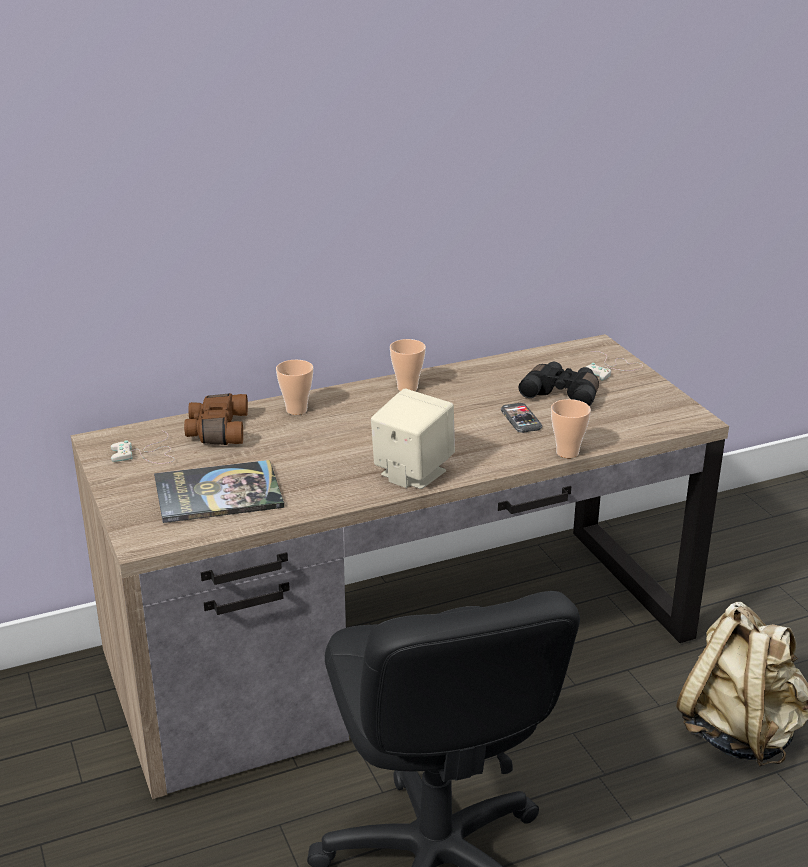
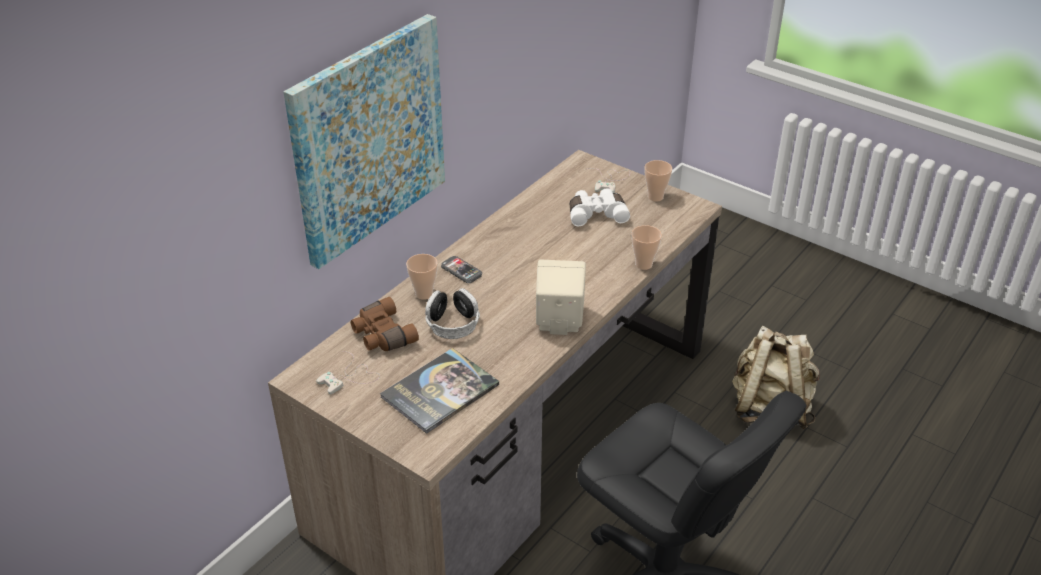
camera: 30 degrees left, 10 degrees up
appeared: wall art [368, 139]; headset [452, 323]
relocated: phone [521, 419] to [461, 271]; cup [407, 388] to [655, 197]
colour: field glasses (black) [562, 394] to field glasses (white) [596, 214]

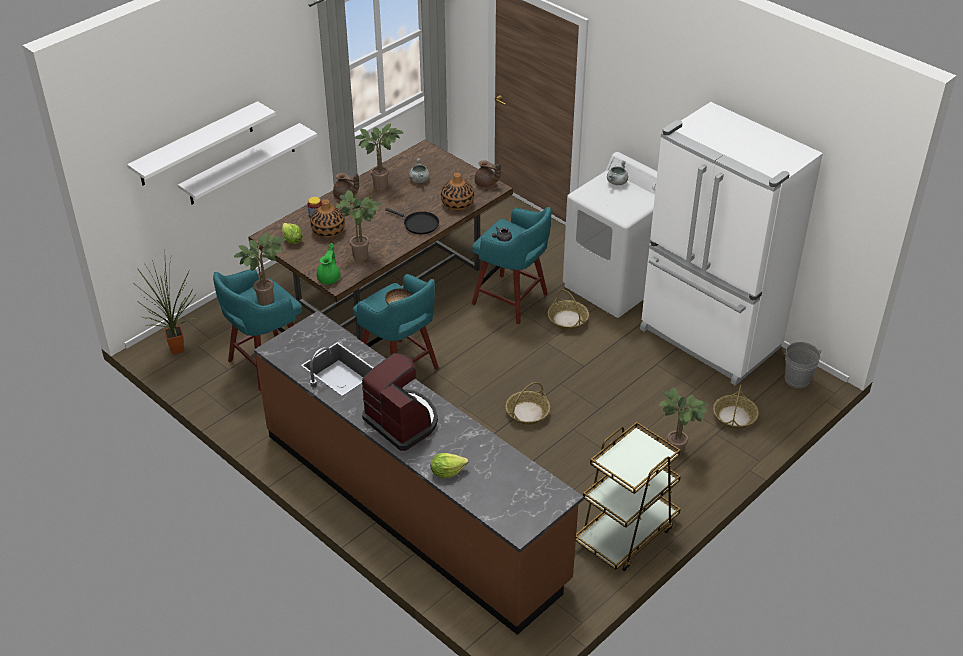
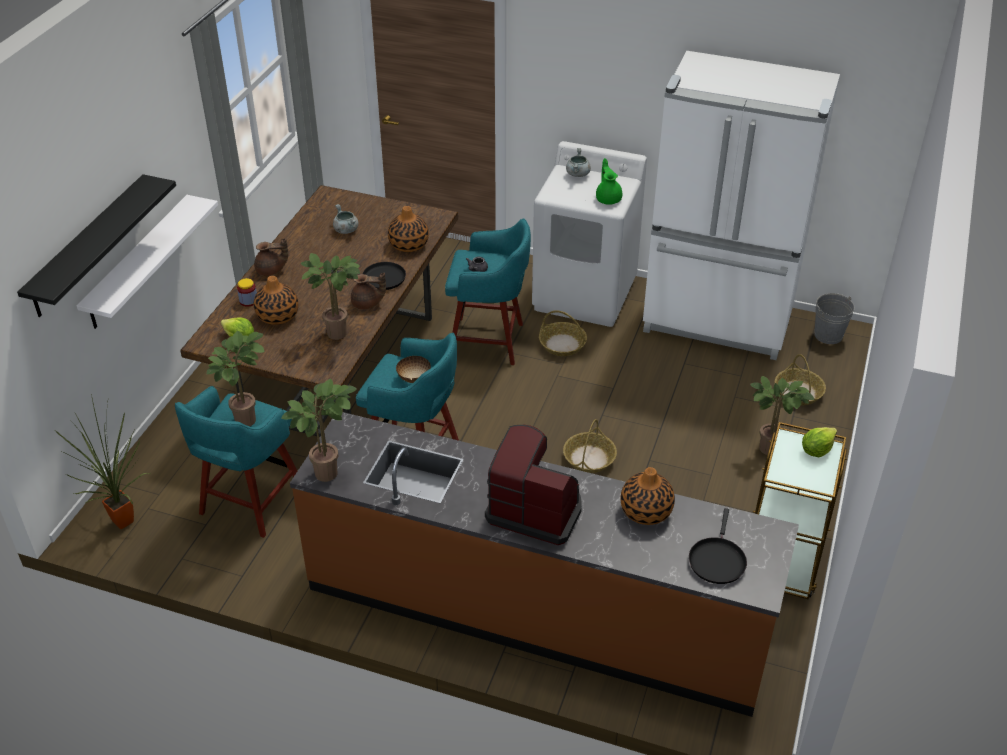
camera: 25 degrees left, 0 degrees up
appeared: vase [645, 511]; skillet (black) [717, 560]
relocated: potted plant [382, 185] to [328, 470]; teapot (brown) [486, 184] to [367, 304]; teapot (green) [329, 278] to [608, 198]; head of lettuce [447, 472] to [816, 450]
colour: bracket shelf (white) [196, 144] to bracket shelf (black) [88, 246]

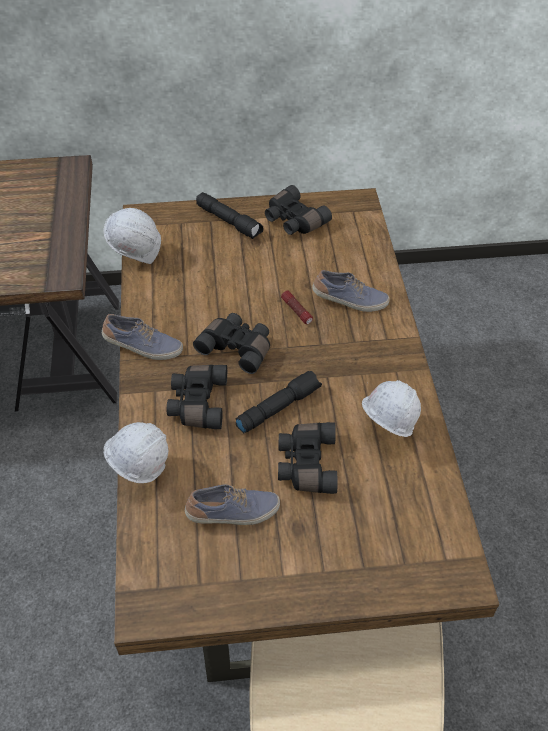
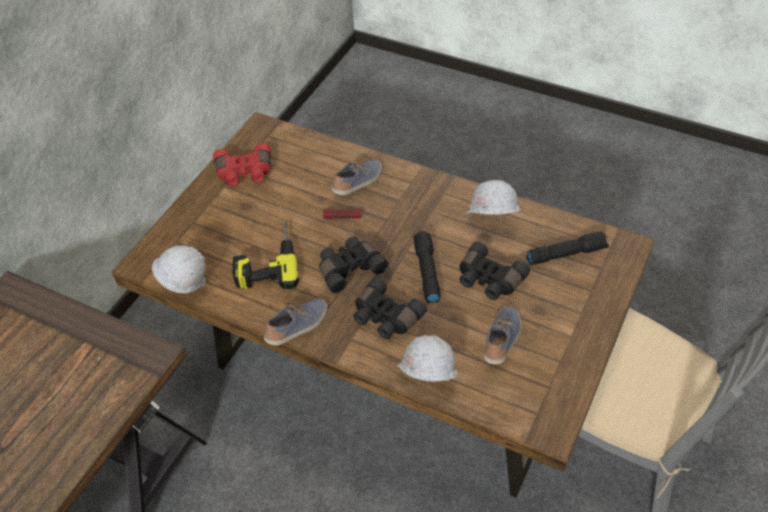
camera: 55 degrees left, 0 degrees up
appeared: power drill [266, 260]
relocated: torch (black) [229, 221] to [566, 253]
colour: field glasses (black) [293, 221] to field glasses (red-coloured) [244, 173]

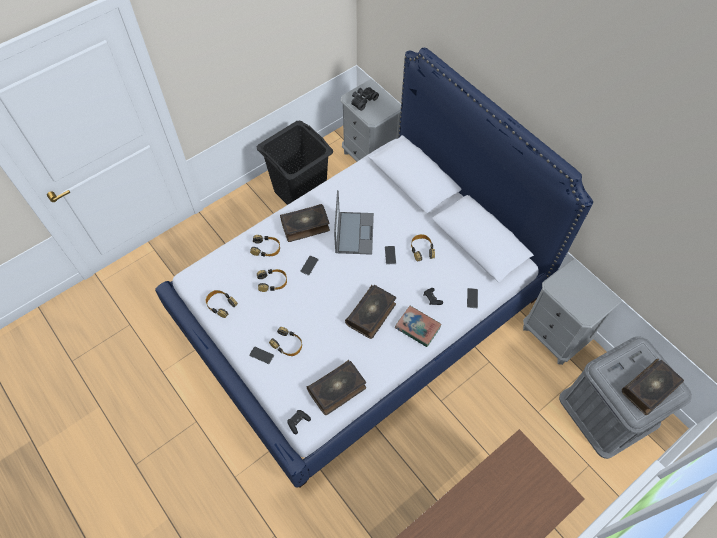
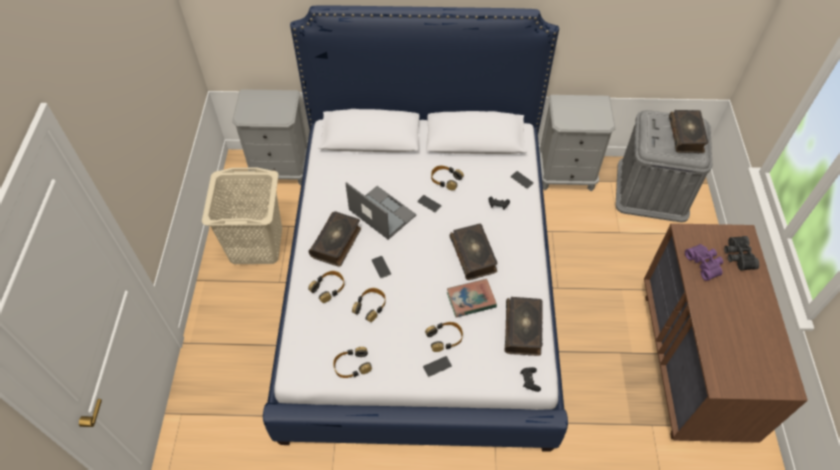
camera: 50 degrees left, 5 degrees down
appeared: field glasses (purple) [704, 264]
relocated: book [417, 327] to [471, 300]; field glasses (black) [363, 100] to [737, 256]
colour: laundry basket (black) [299, 192] to laundry basket (beige-coloured) [256, 245]

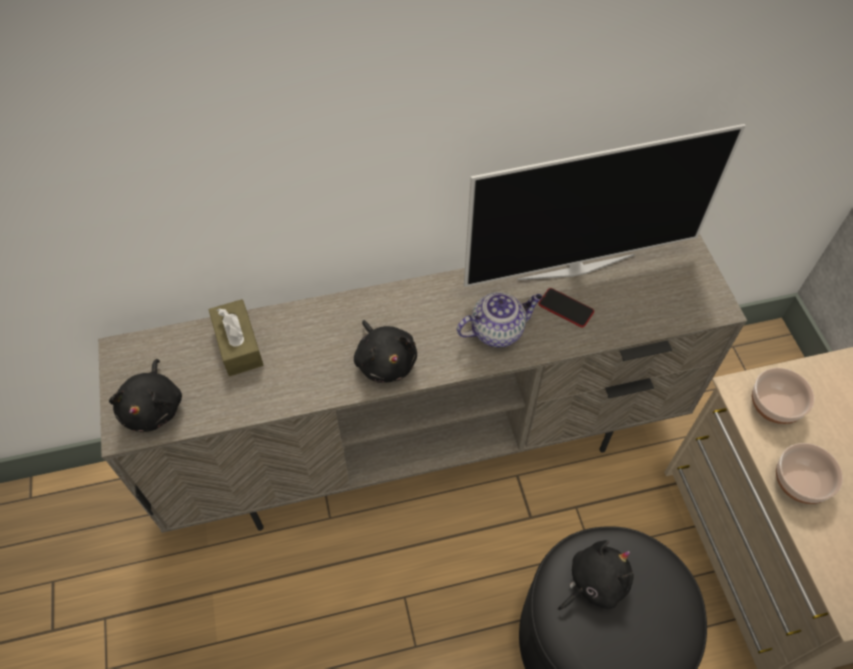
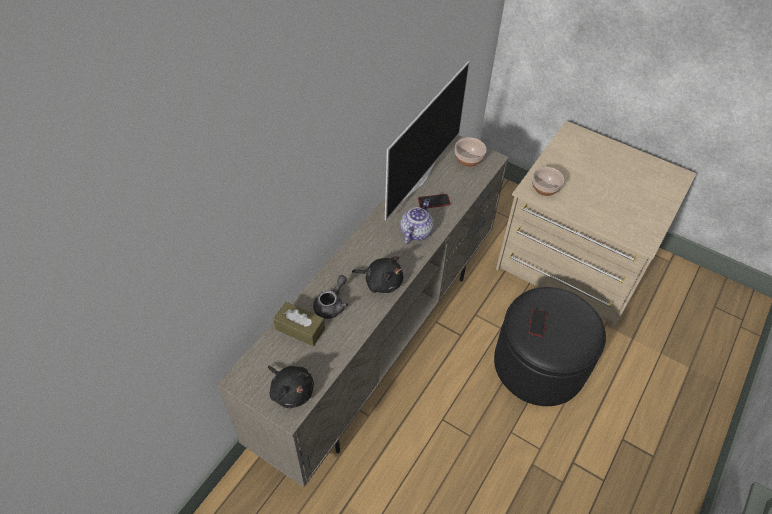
camera: 45 degrees left, 5 degrees down
appeared: teapot (grey) [332, 304]
relocated: bowl [800, 483] to [469, 159]
exchanged: soft toy (black) [594, 583] to phone [537, 323]

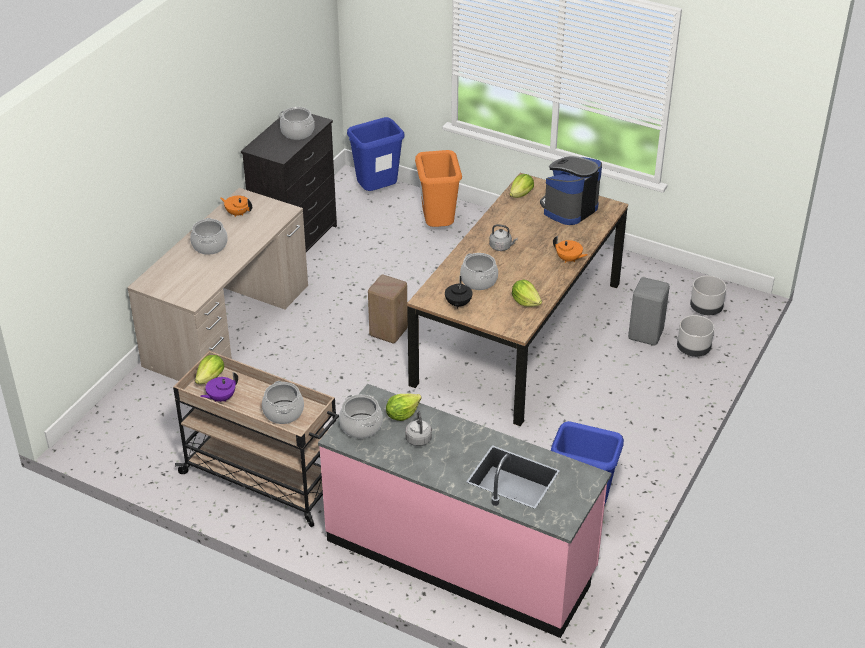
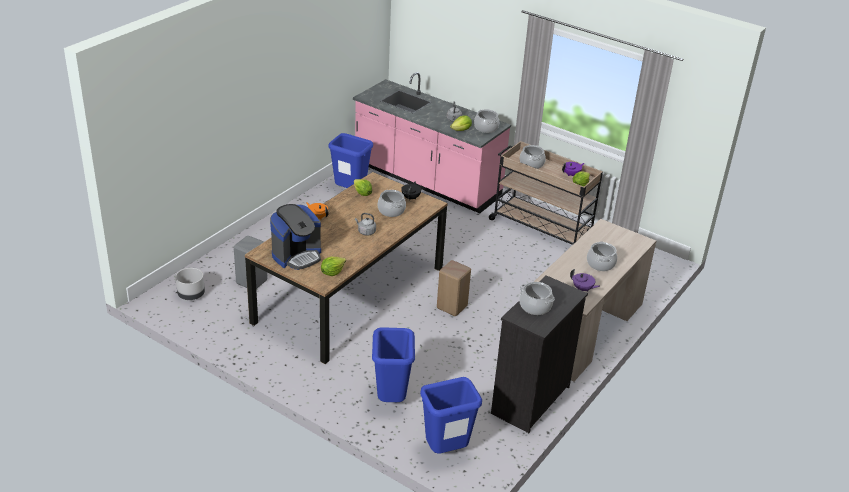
camera: 175 degrees left, 5 degrees down
missing: flower pot (grey) [693, 349]
colour: trash can (orangey) [438, 227] to trash can (blue) [391, 400]; teapot (orangey) [237, 213] to teapot (purple) [582, 289]

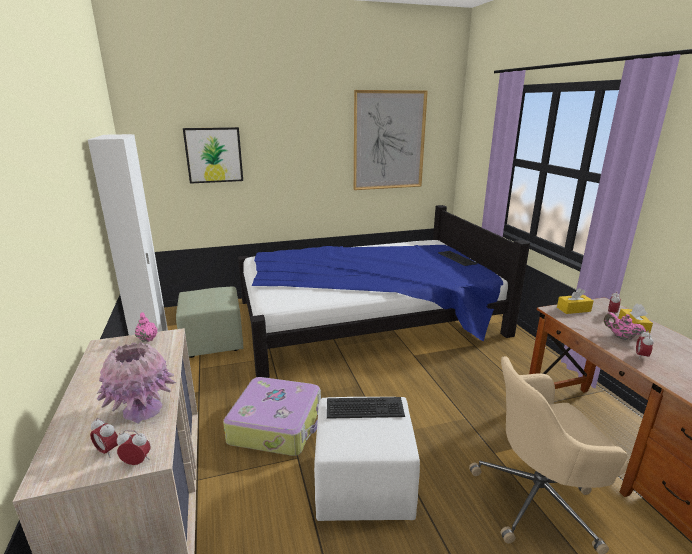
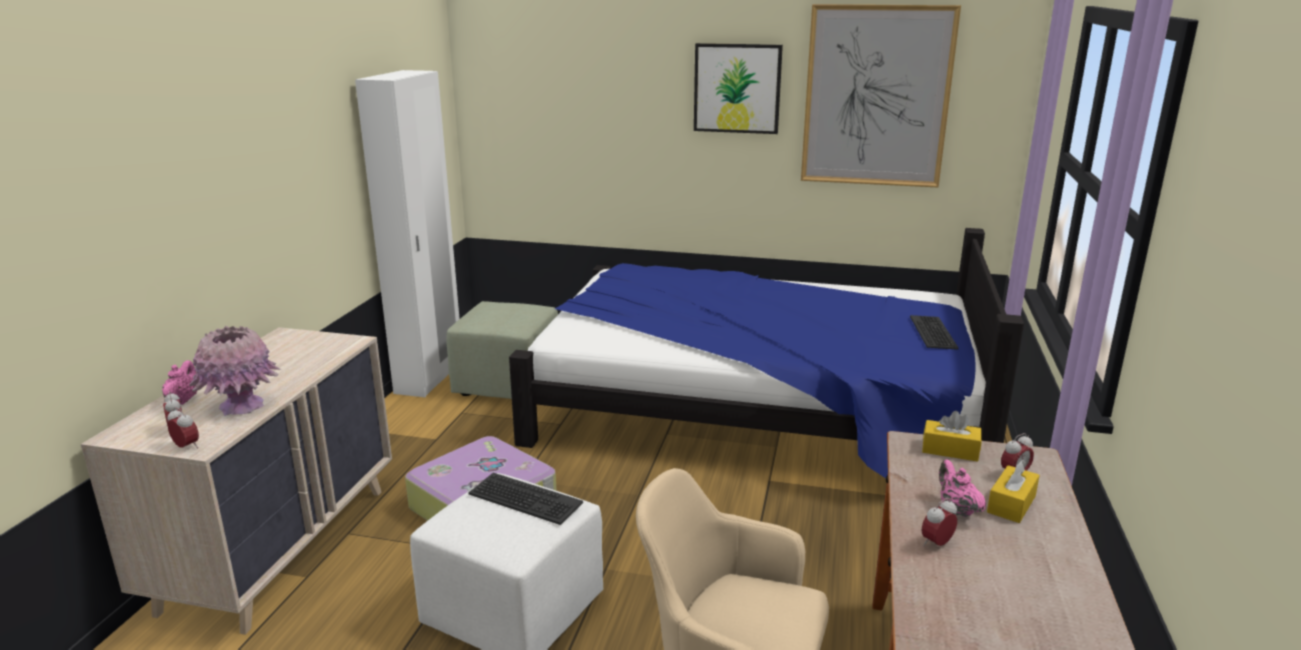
camera: 30 degrees right, 0 degrees up
relocated: teapot (pink-coloured) [147, 338] to [183, 400]; wall art [214, 155] to [737, 88]

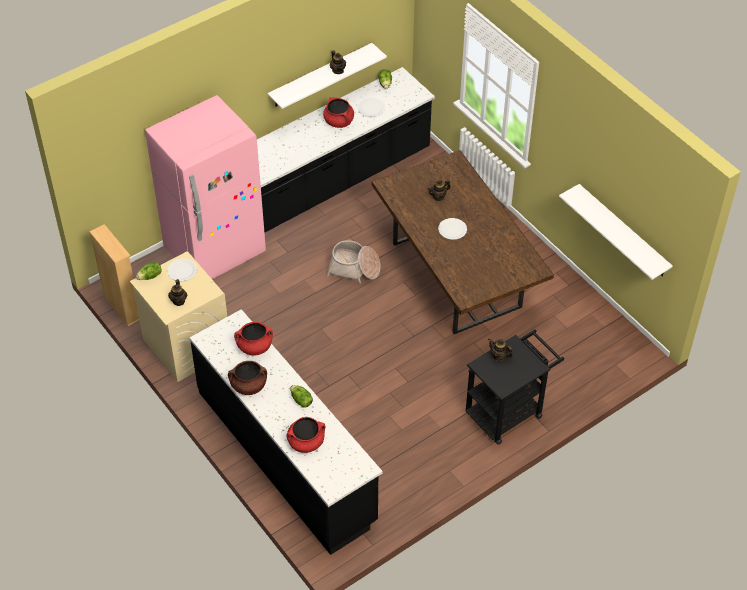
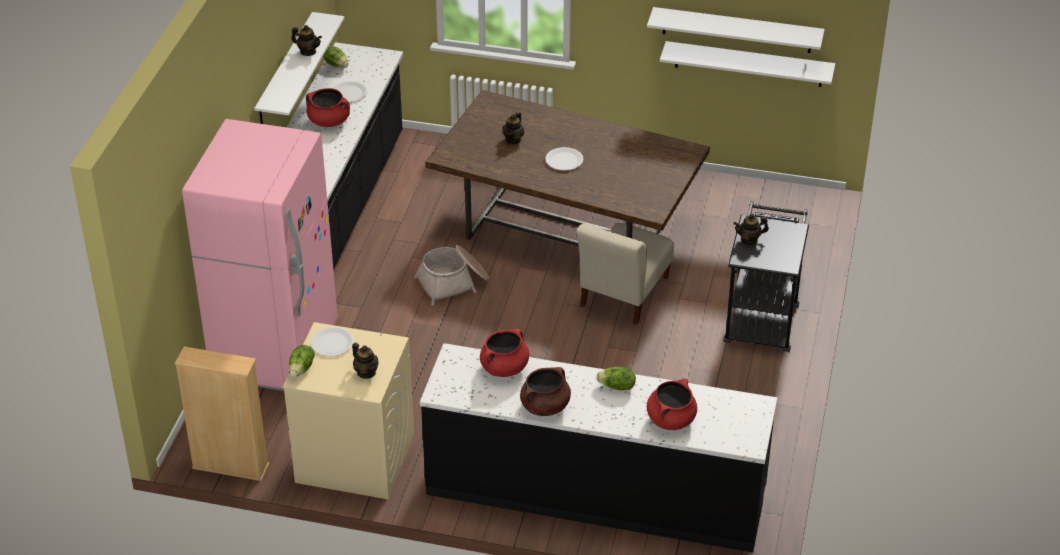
camera: 40 degrees left, 10 degrees down
appeared: chair (beige-coloured) [622, 294]; bracket shelf (white) [737, 30]

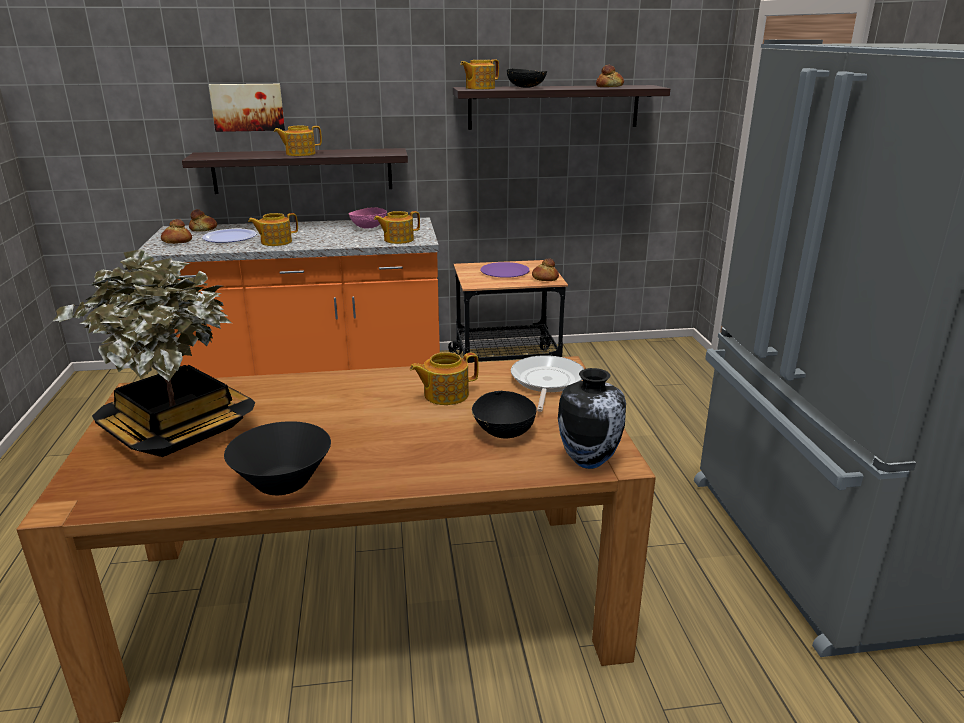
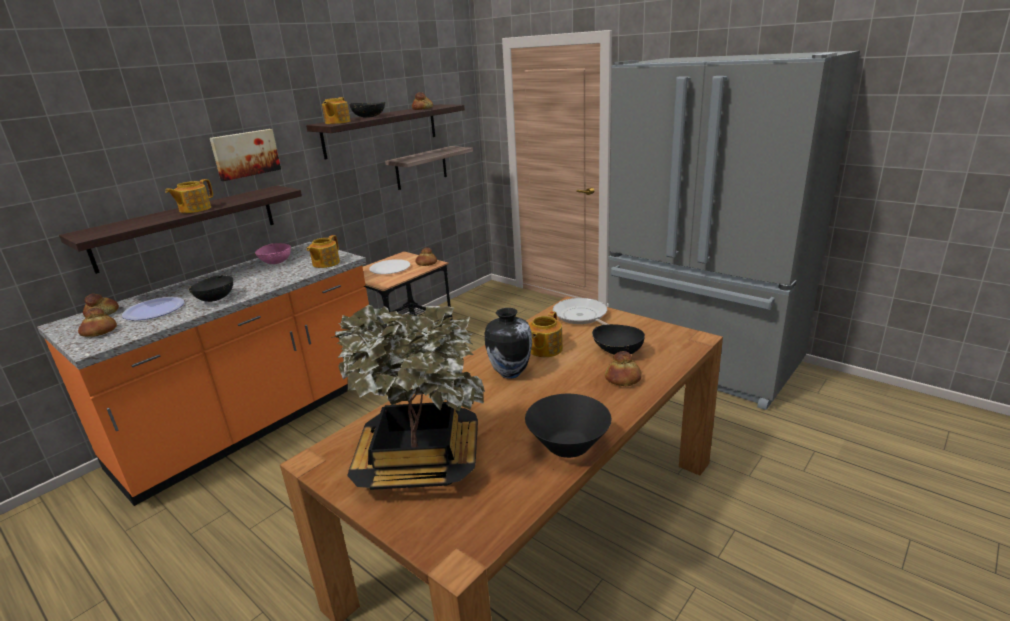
camera: 40 degrees left, 0 degrees up
appeared: bracket shelf [421, 168]; bread [622, 379]
relocated: wall art [248, 107] to [245, 154]; vase [589, 461] to [510, 373]
exchanged: teapot [275, 242] to bowl (black) [215, 298]
colour: dinner plate (purple) [505, 272] to dinner plate (white) [390, 268]

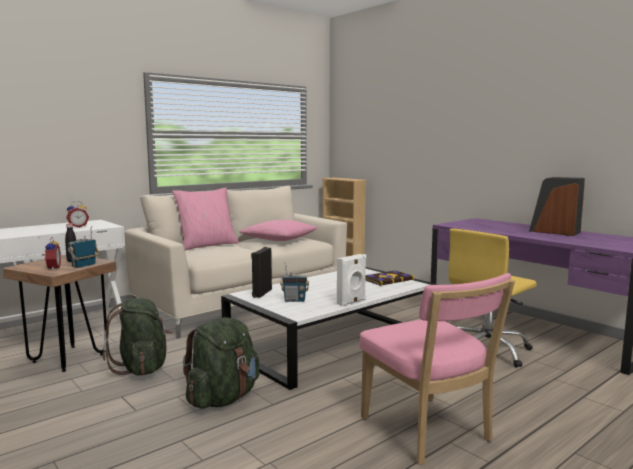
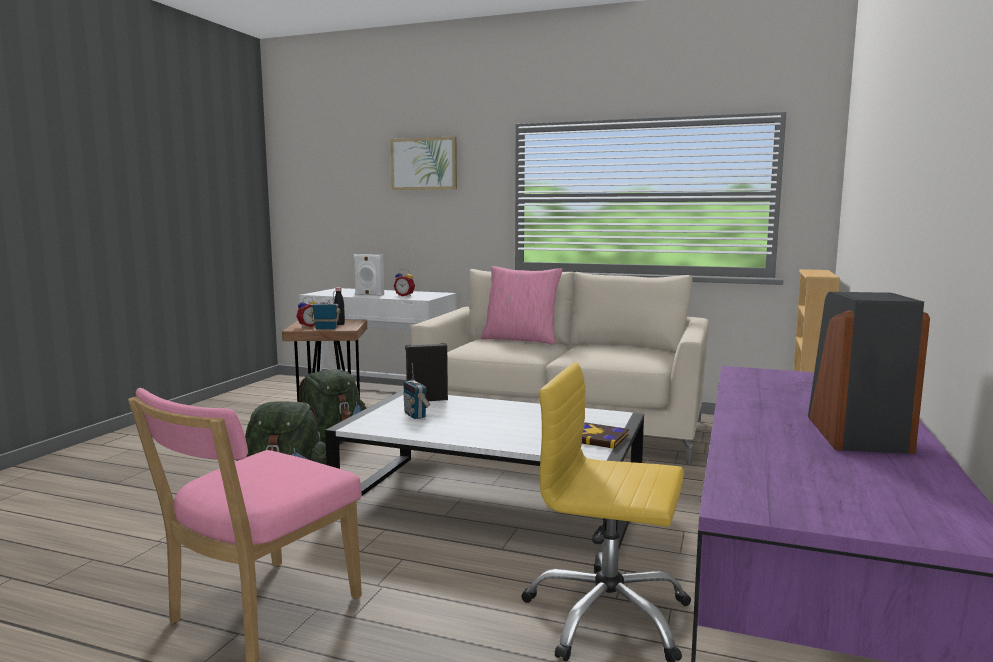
camera: 60 degrees right, 0 degrees up
missing: pillow (pink-coloured) [279, 239]
appeared: wall art [424, 164]
relocated: loudspeaker (white) [352, 302] to [369, 295]

